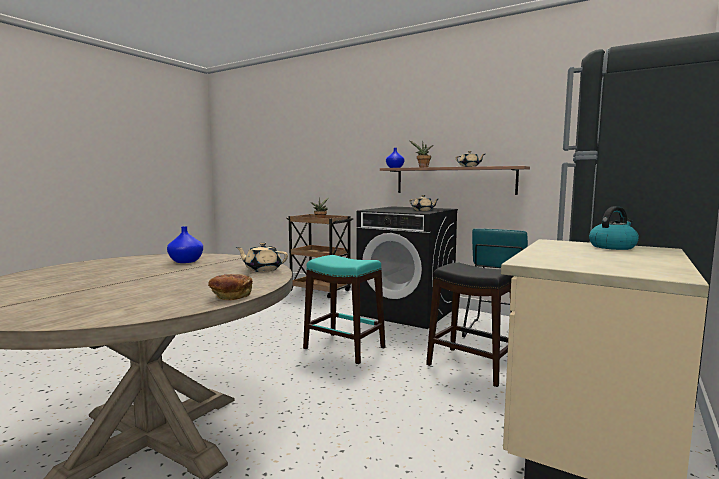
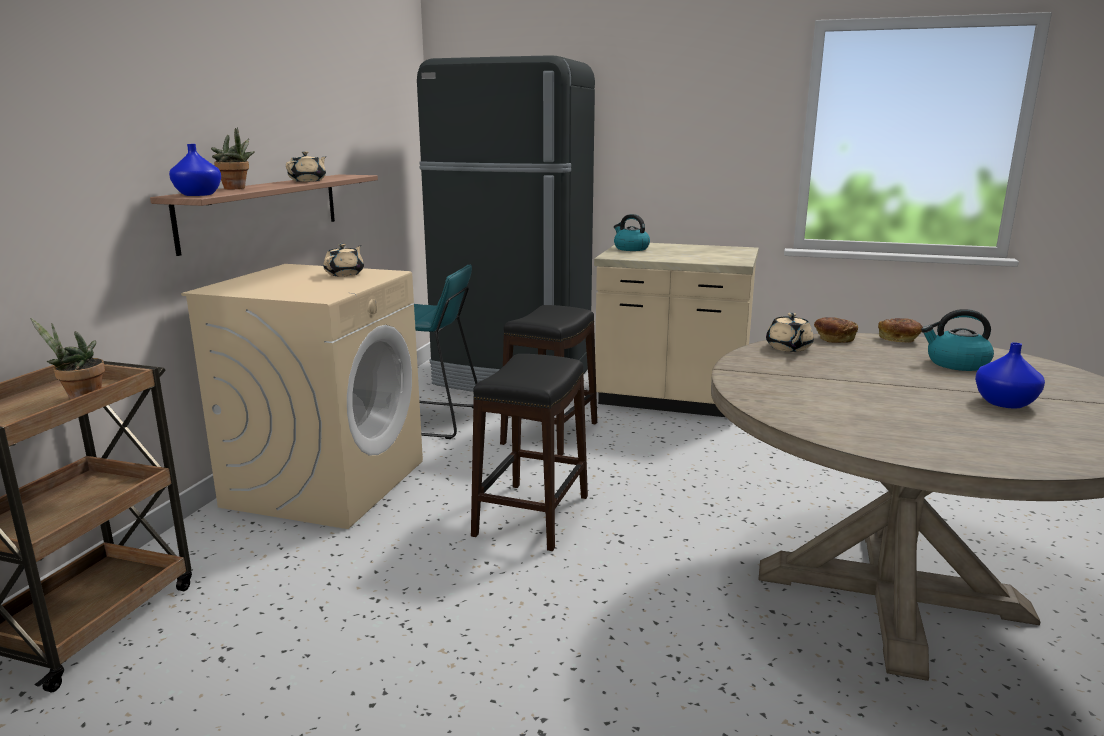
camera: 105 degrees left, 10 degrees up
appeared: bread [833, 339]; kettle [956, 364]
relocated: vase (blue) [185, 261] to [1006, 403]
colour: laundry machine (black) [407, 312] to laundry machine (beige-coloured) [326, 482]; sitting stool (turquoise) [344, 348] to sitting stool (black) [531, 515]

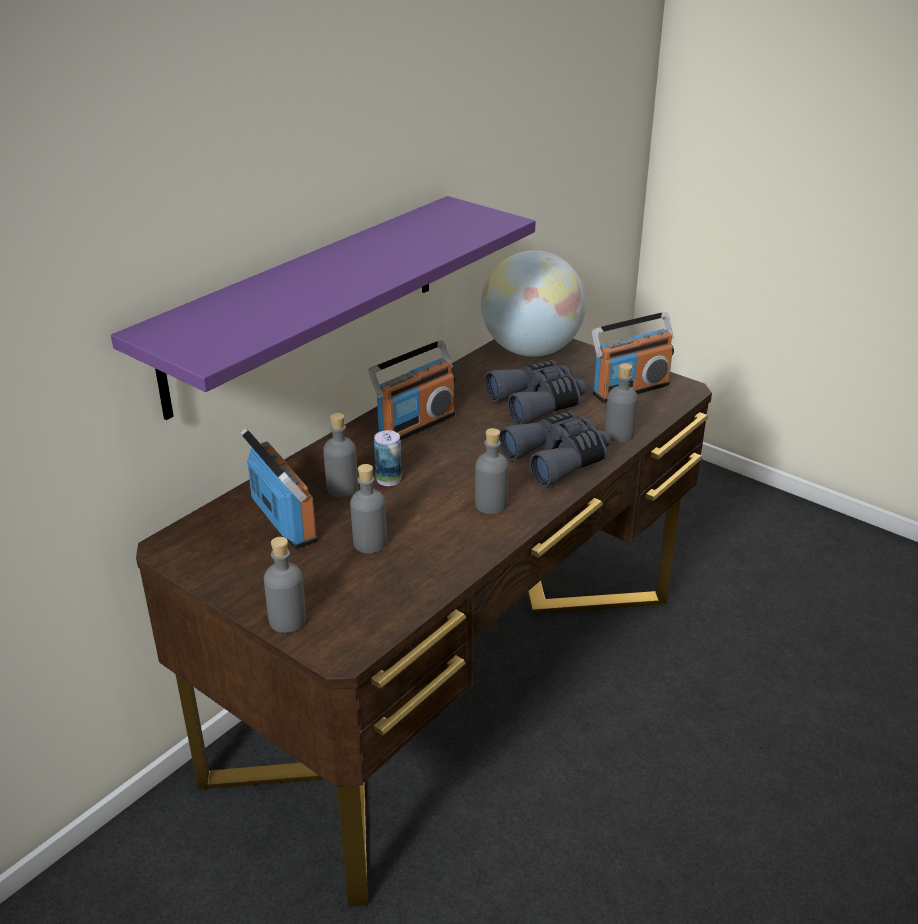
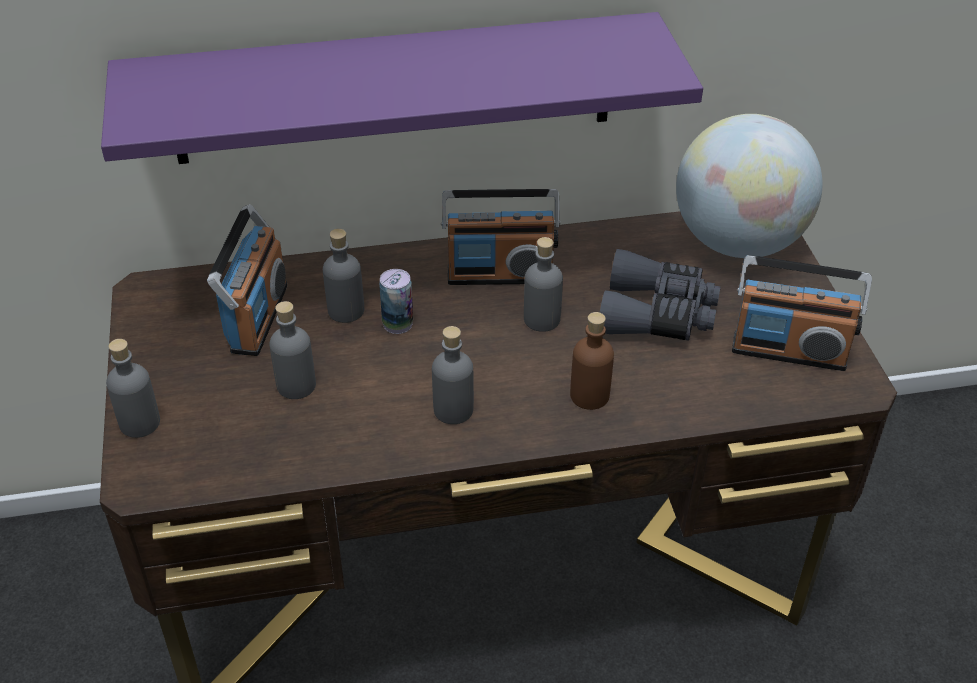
camera: 40 degrees right, 10 degrees up
relocated: beverage bottle (grey) [619, 435] to [541, 319]
exchanged: field glasses (grey) [558, 459] to beverage bottle (brown) [589, 395]

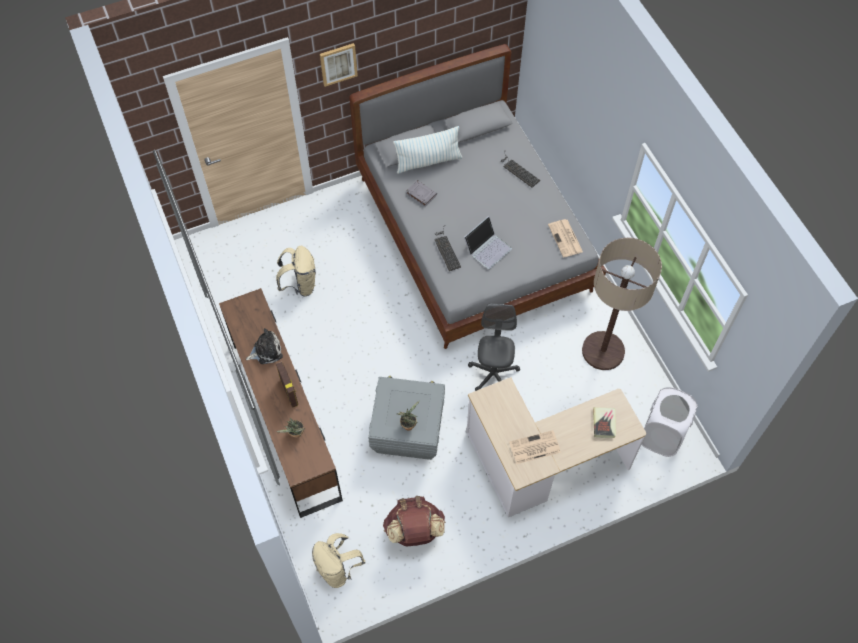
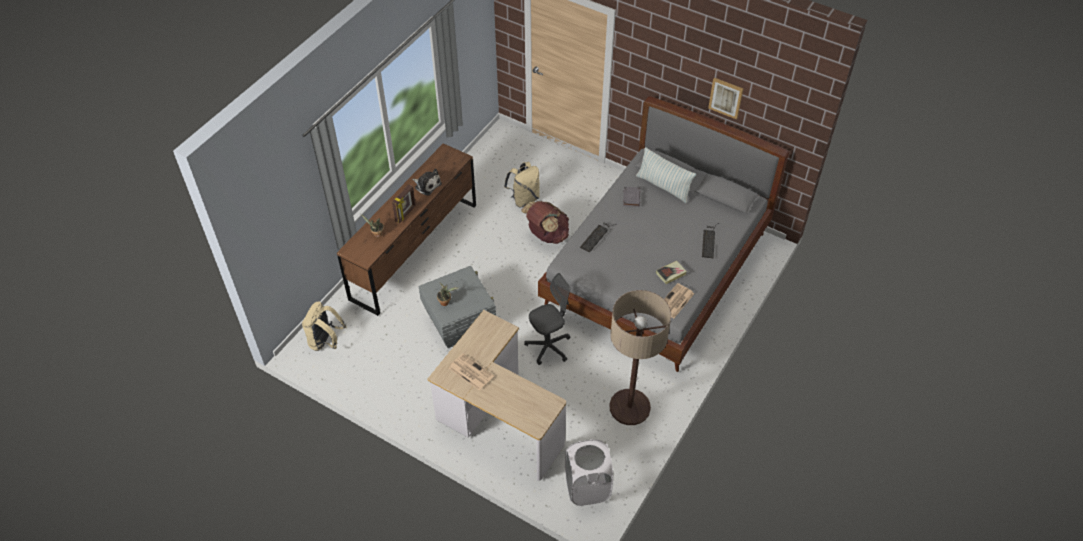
camera: 55 degrees right, 10 degrees down
missing: notebook computer [487, 248]
relocated: knapsack (brown) [414, 531] to [546, 235]; book [604, 423] to [671, 273]; wall art [338, 64] to [726, 97]

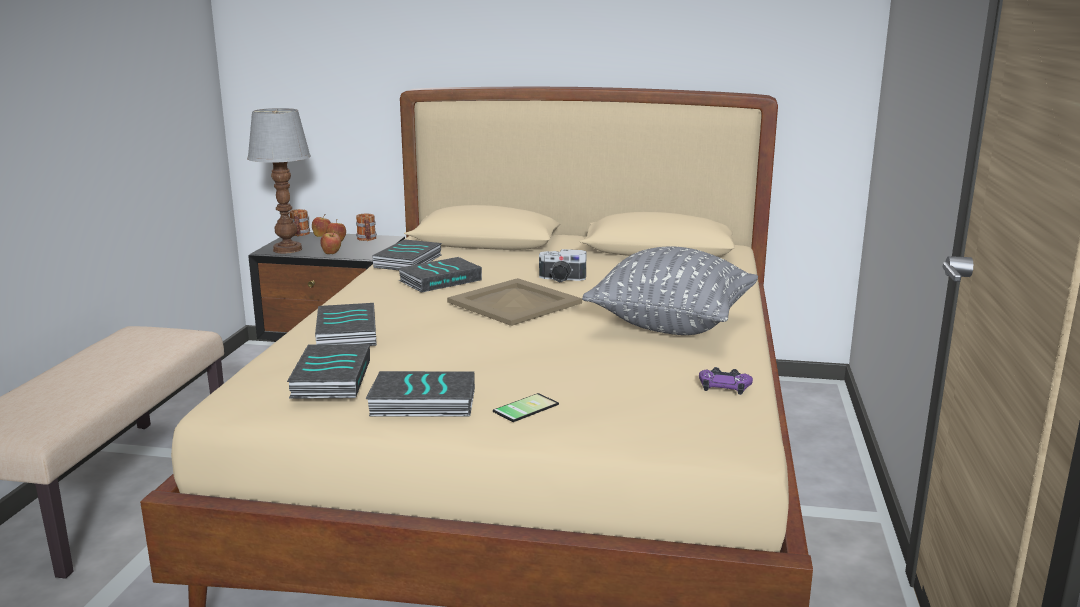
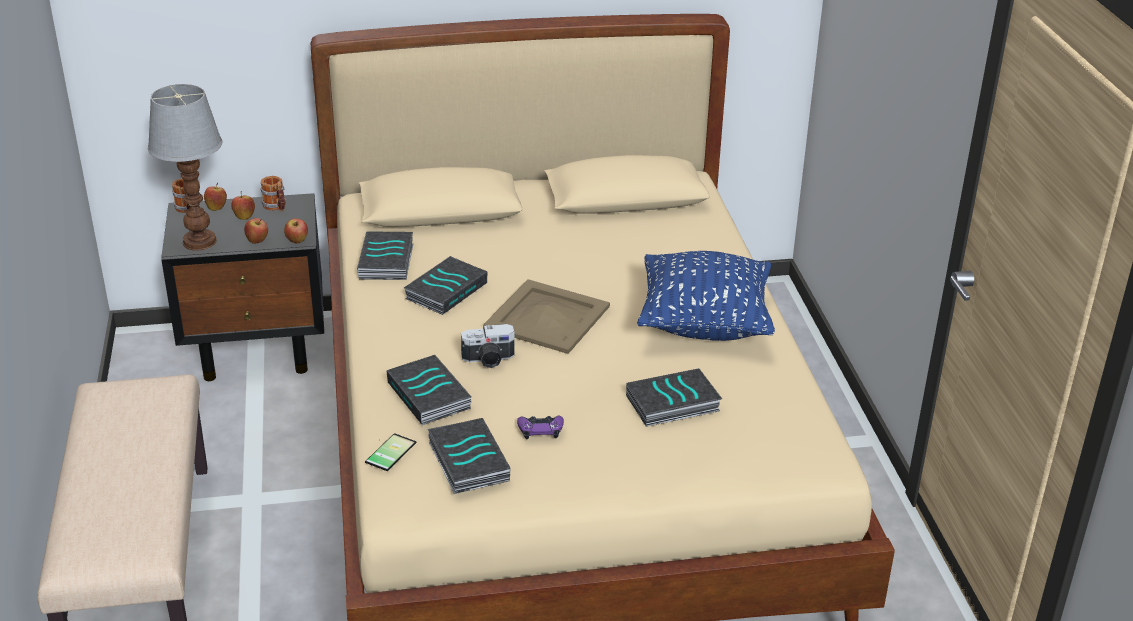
camera: 20 degrees left, 15 degrees up
appeared: apple [297, 241]
relocated: phone [523, 407] to [388, 451]; still camera [561, 279] to [488, 360]; gamepad (purple) [724, 386] to [540, 429]; book [422, 403] to [672, 404]
colour: pillow (grey) [671, 325] to pillow (blue) [704, 323]

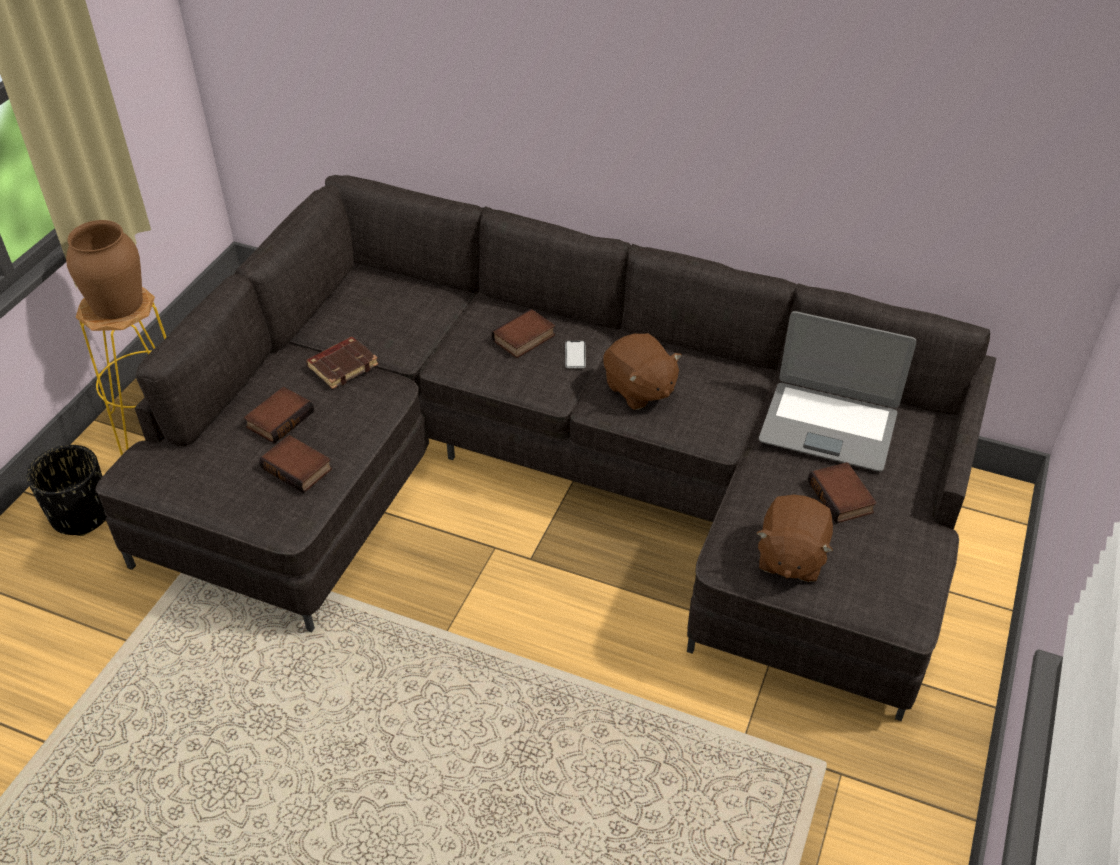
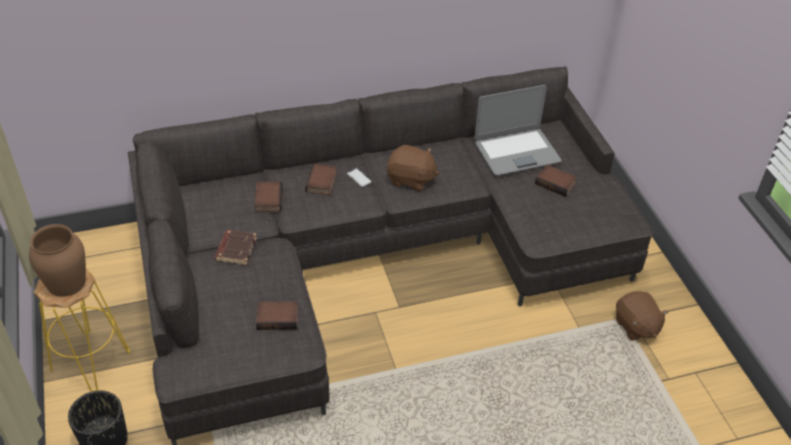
camera: 40 degrees left, 0 degrees up
relocated: book [279, 418] to [267, 199]; soft toy (brown) [790, 557] to [636, 326]

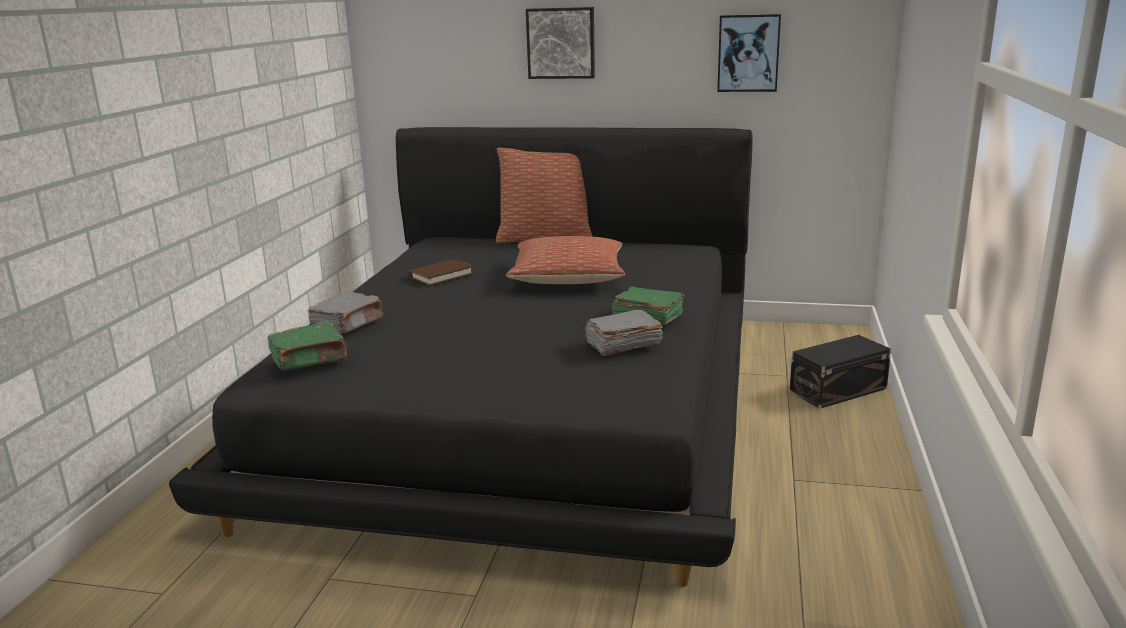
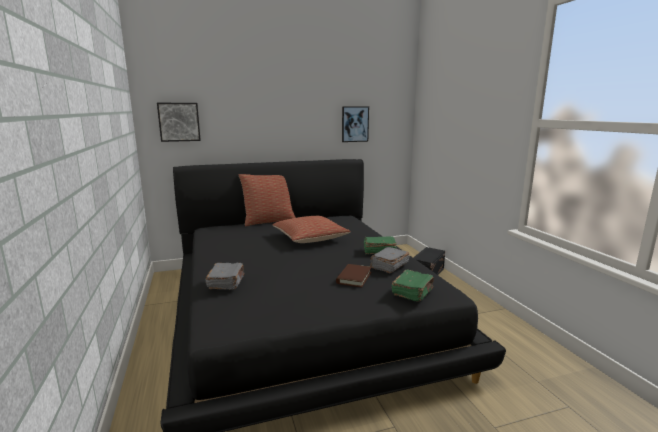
camera: 30 degrees left, 5 degrees down
relocated: wall art [561, 43] to [179, 122]; book (brown) [441, 276] to [354, 277]; book (green) [310, 359] to [413, 292]

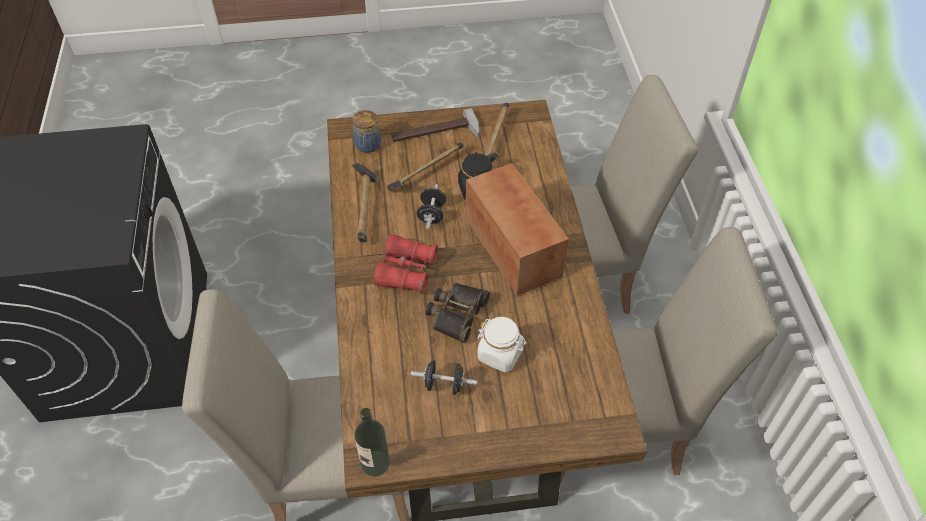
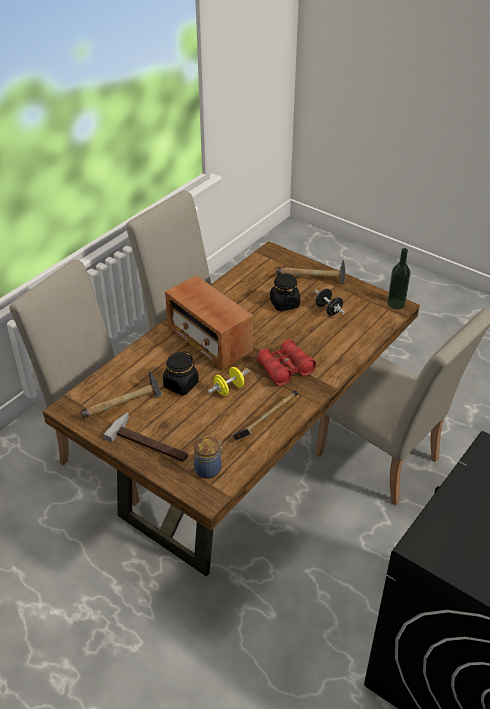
camera: 135 degrees left, 10 degrees down
missing: field glasses [456, 313]
relocated: hammer [425, 174] to [312, 279]
colour: hand weight (black) [431, 214] to hand weight (yellowish) [229, 389]; jar (white) [500, 354] to jar (black) [284, 303]
spun: radio [513, 248] = [209, 340] 60 degrees counterclockwise

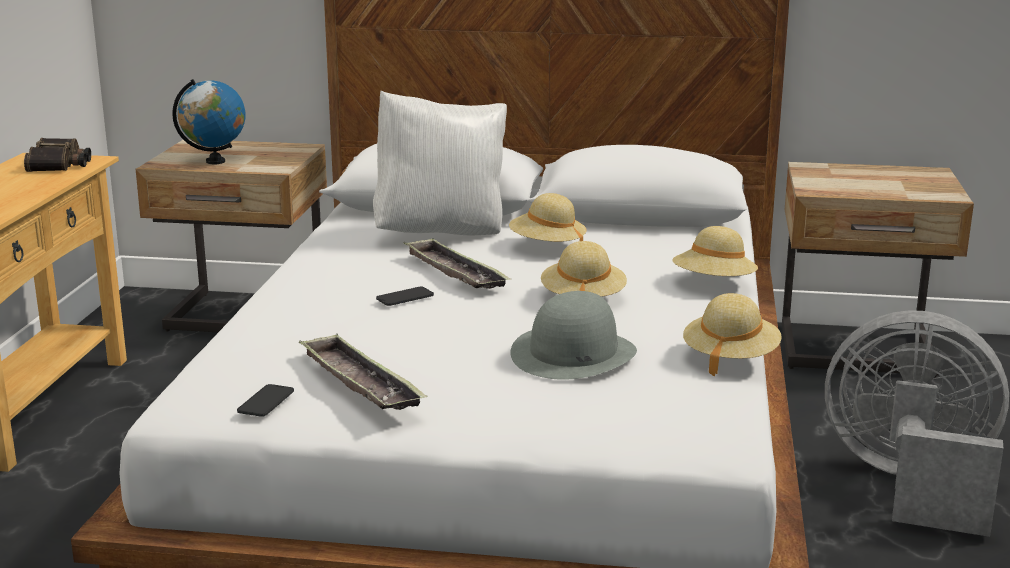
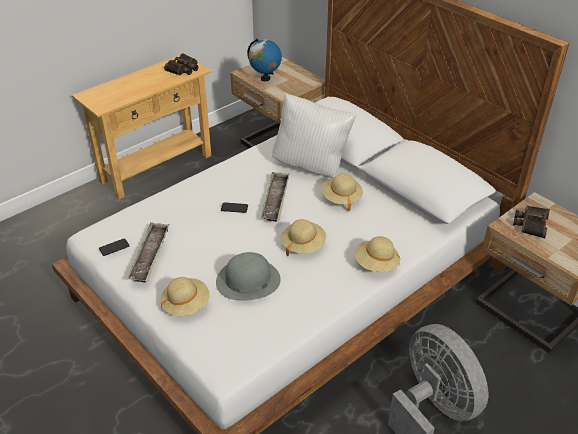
camera: 40 degrees right, 20 degrees up
appeared: field glasses [530, 224]
relocated: hat (beige-coloured) [730, 358] to [186, 305]

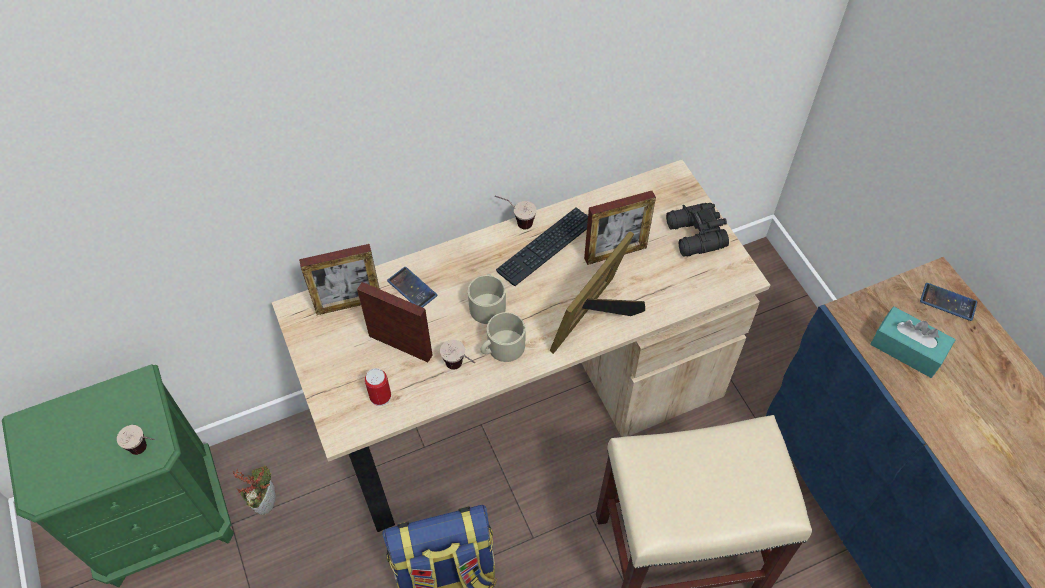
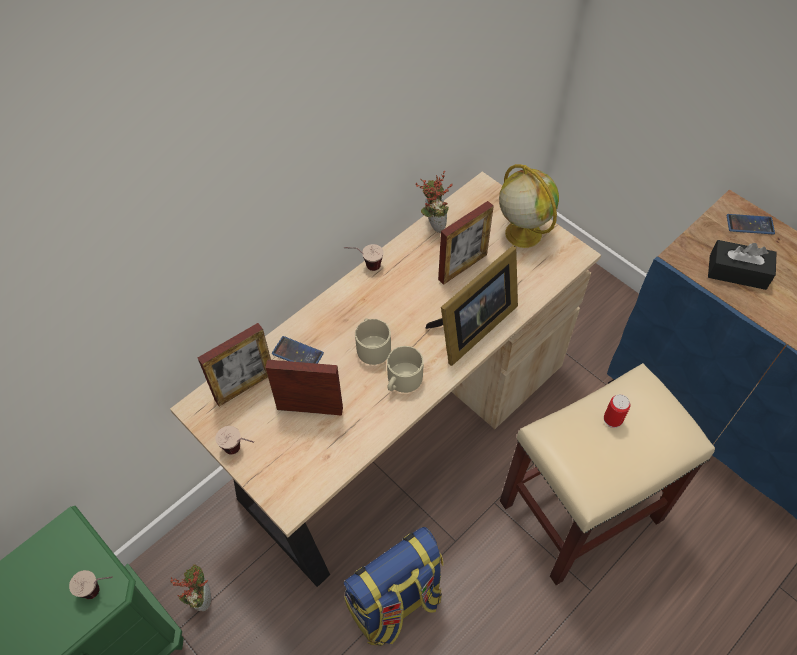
camera: 20 degrees left, 0 degrees up
missing: keyboard [546, 247]
appeared: potted plant [432, 224]
relocated: cup [460, 369] to [240, 451]; can [380, 396] to [612, 419]
exchanged: field glasses (black) [694, 236] to globe [522, 233]
colour: box of tissues (turquoise) [907, 349] to box of tissues (black) [737, 272]
spun: standing frame [595, 318] = [471, 328] 150 degrees counterclockwise

